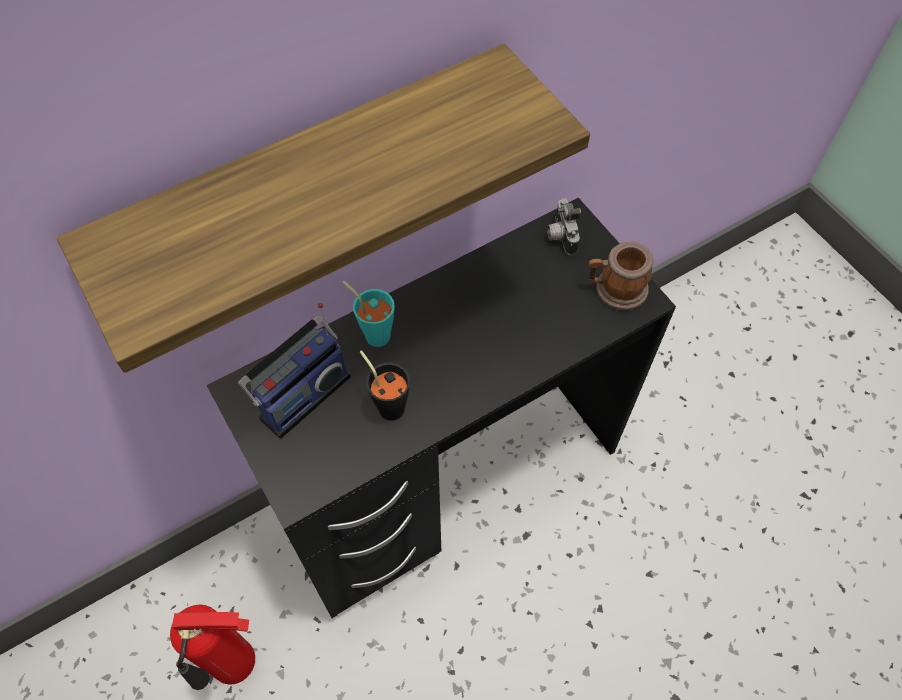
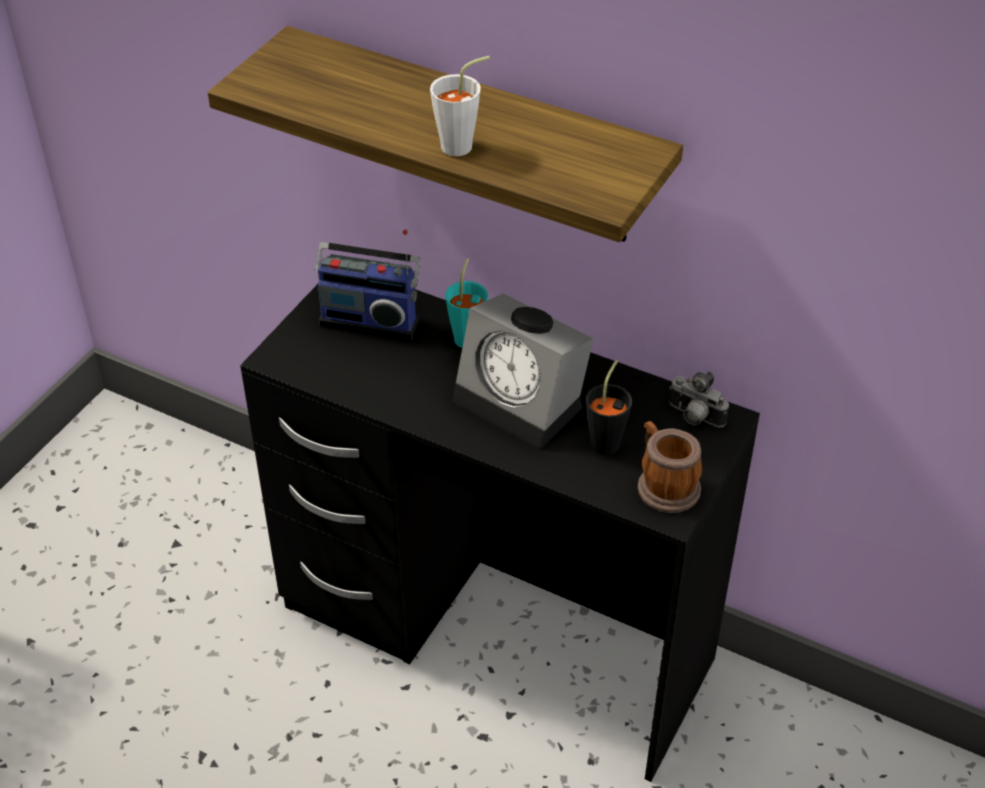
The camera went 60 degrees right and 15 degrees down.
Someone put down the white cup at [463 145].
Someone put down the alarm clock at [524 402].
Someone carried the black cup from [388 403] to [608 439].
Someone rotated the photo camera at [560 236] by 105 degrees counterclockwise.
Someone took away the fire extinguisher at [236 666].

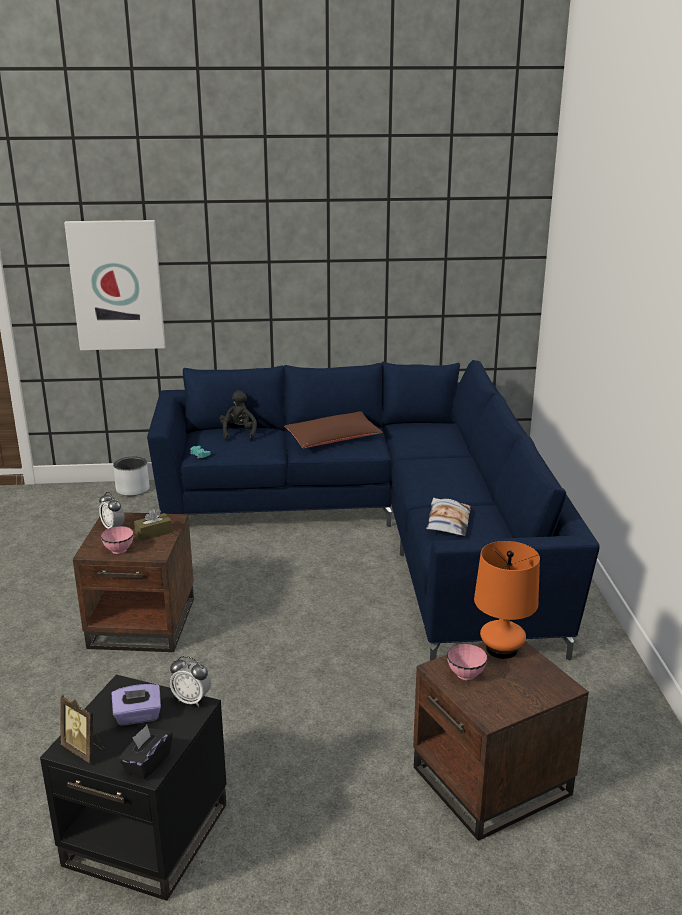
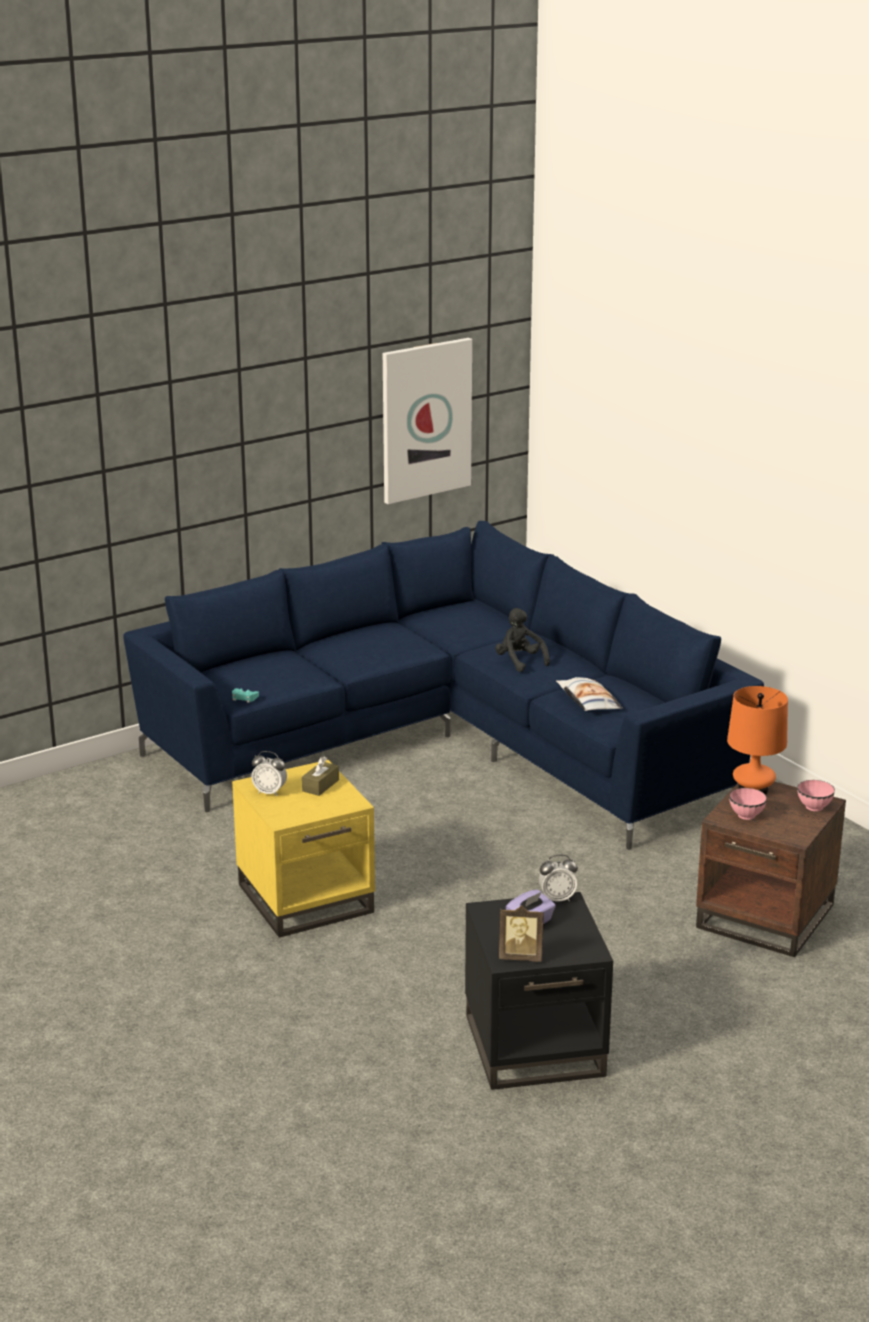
The camera went 30 degrees left and 0 degrees up.
Someone repainted the brown side table at [143 623], which became the yellow side table at [306 898].
Someone carried the picture from [117 285] to [425 420].
Someone carried the black plush toy from [238 433] to [520 661].
Someone carried the pink bowl from [119 550] to [814 807].
Someone took away the grey planter at [133 489].
Someone took away the black tissue box at [147 763].
Someone took away the brown pillow at [333 439].

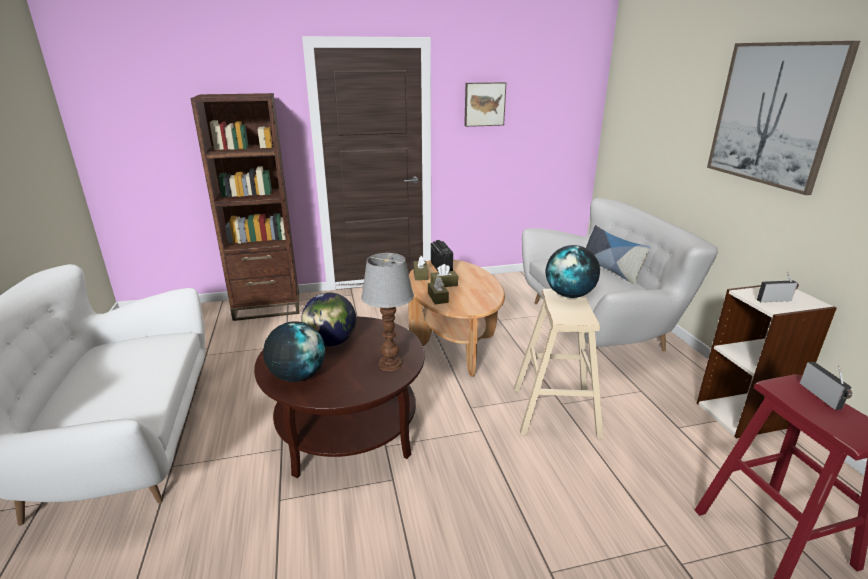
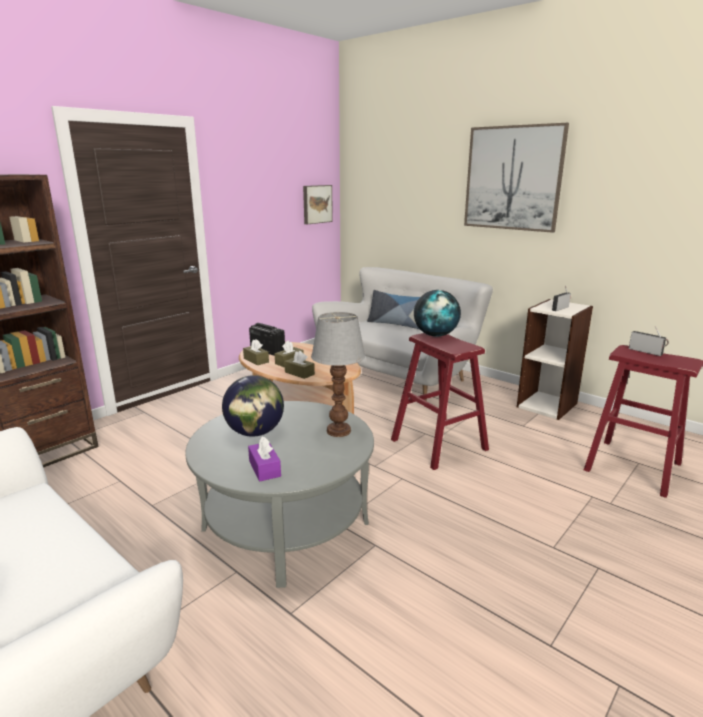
The camera went 35 degrees left and 5 degrees down.
Someone repainted the brown coffee table at [347 429], which became the grey coffee table at [285 525].
Someone swapped the globe at [298 376] for the purple tissue box at [264 468].
Someone carried the picture from [484 104] to [316 204].
Someone repainted the beige stool at [555 411], which became the red stool at [439 444].

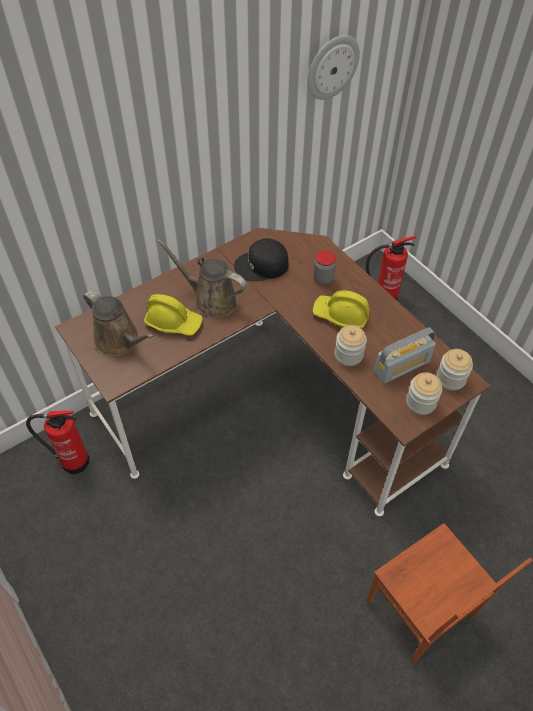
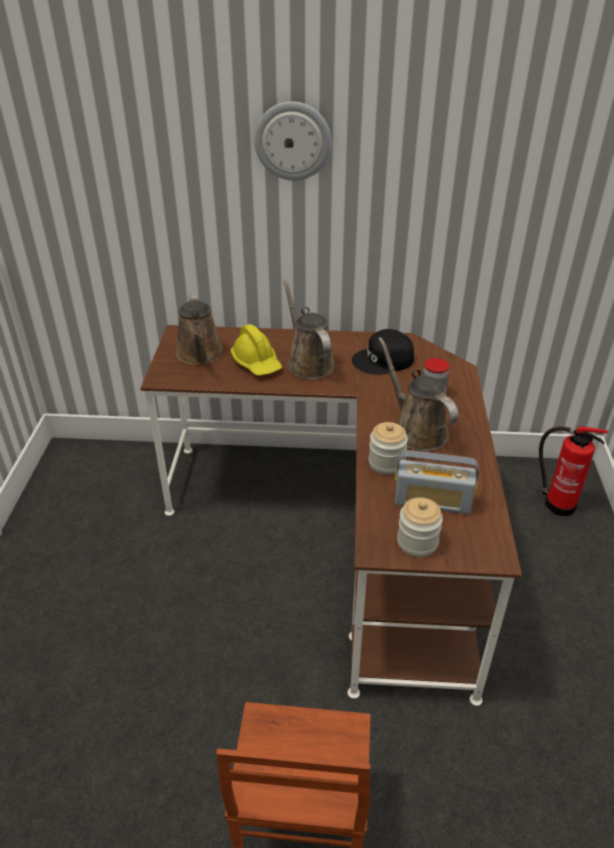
The camera went 40 degrees right and 15 degrees down.
Someone carried the wall clock from [332 67] to [293 141].
Someone rotated the black cap at [262 265] by 45 degrees counterclockwise.
Someone swapped the yellow hard hat at [341 315] for the brown watering can at [416 430].
Someone took away the fire extinguisher at [72 460].
Someone took away the jar at [450 378].

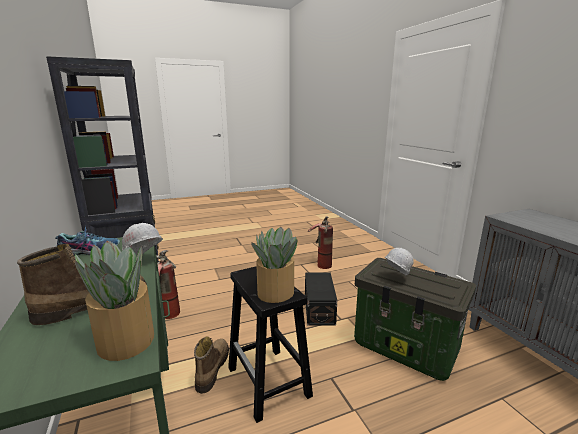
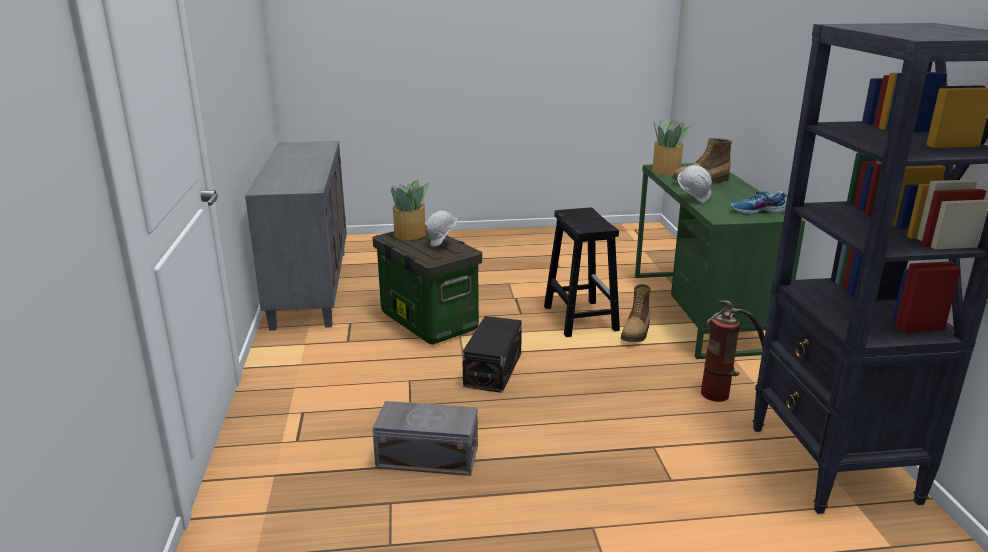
The camera went 165 degrees left and 5 degrees up.
Someone swapped the fire extinguisher at [321 263] for the grey storage box at [426 456].
Someone carried the potted plant from [275 293] to [410 234].

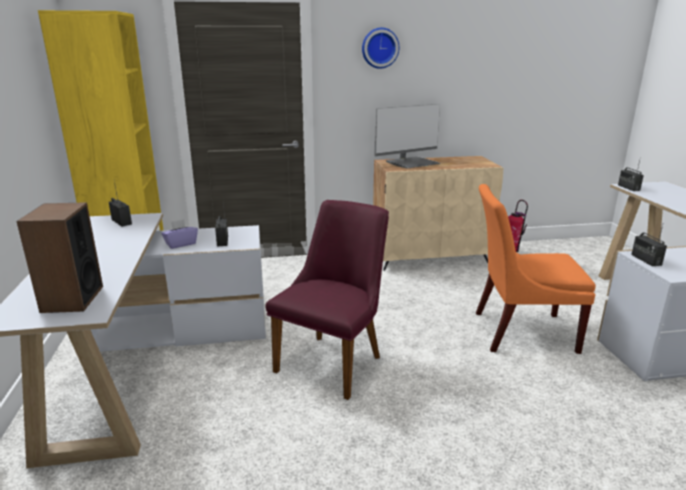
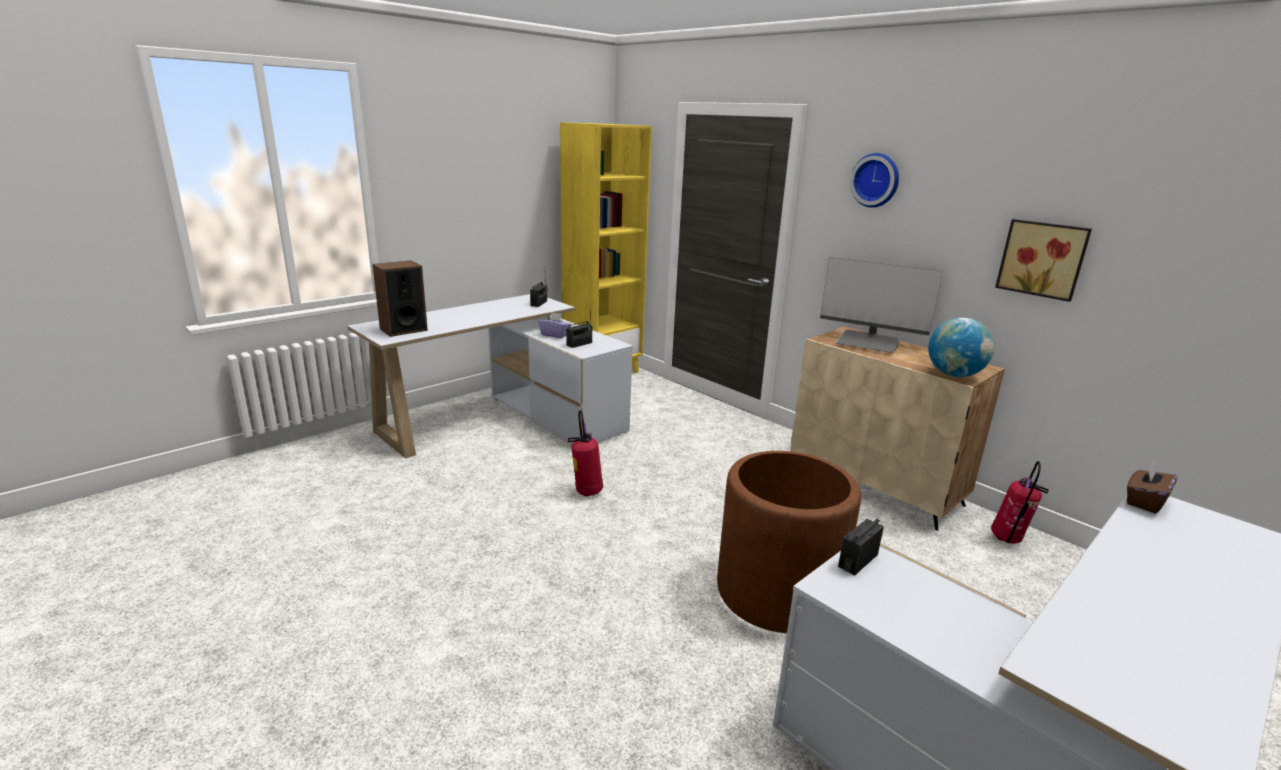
The camera went 55 degrees right and 0 degrees up.
Someone swapped the purple chair at [335 359] for the fire extinguisher at [586 492].
Someone swapped the orange chair at [519 331] for the brown planter at [777 591].
Someone put down the globe at [954 375].
Someone put up the picture at [1042 259].
Someone swapped the radio at [628 188] for the brown tissue box at [1144 501].

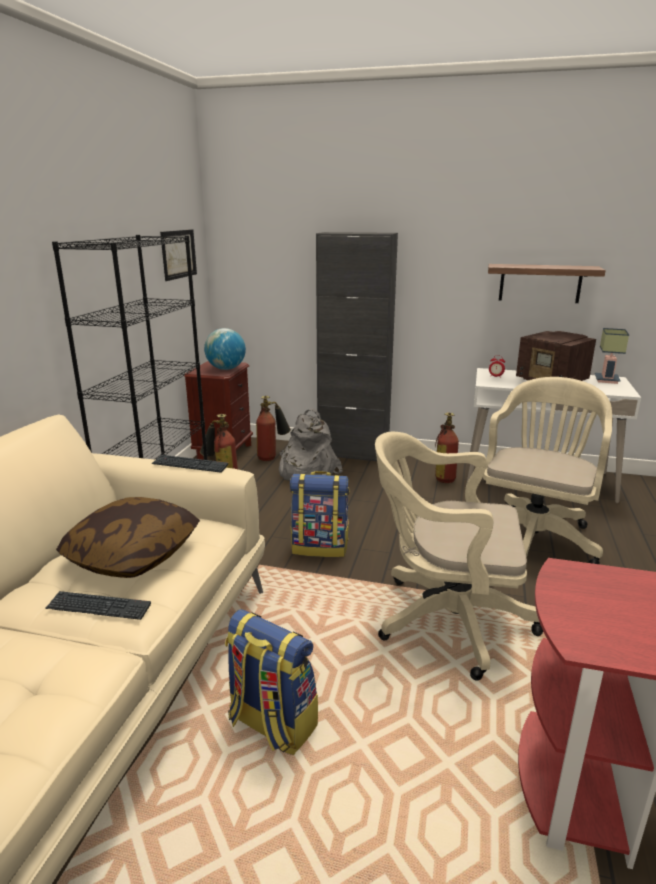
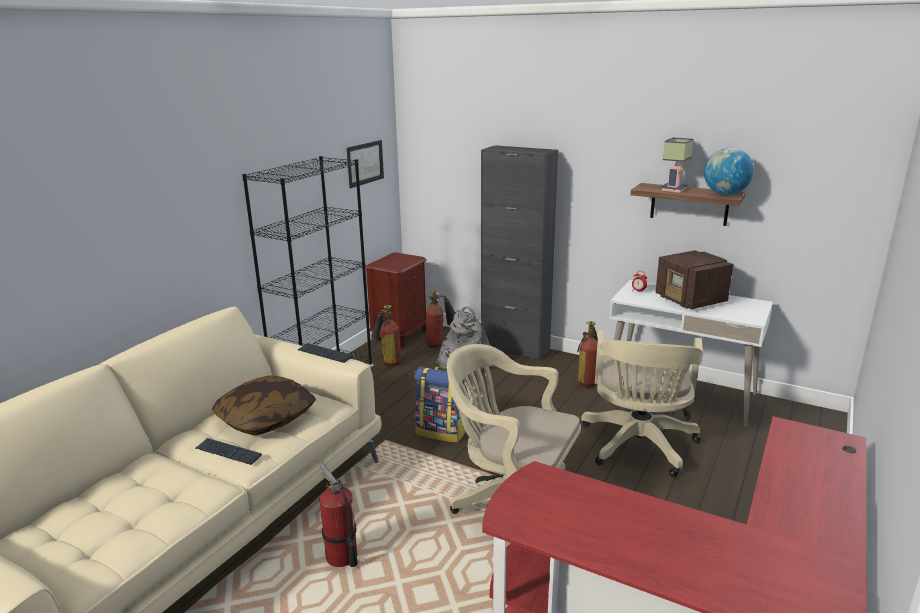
The camera went 15 degrees right and 0 degrees up.
Someone swapped the backpack at [271 724] for the fire extinguisher at [341 557].
Someone rotated the beige office chair at [534 536] by 150 degrees clockwise.
Someone carried the table lamp from [605 379] to [672 189].
Someone carried the globe from [226 369] to [725 194].

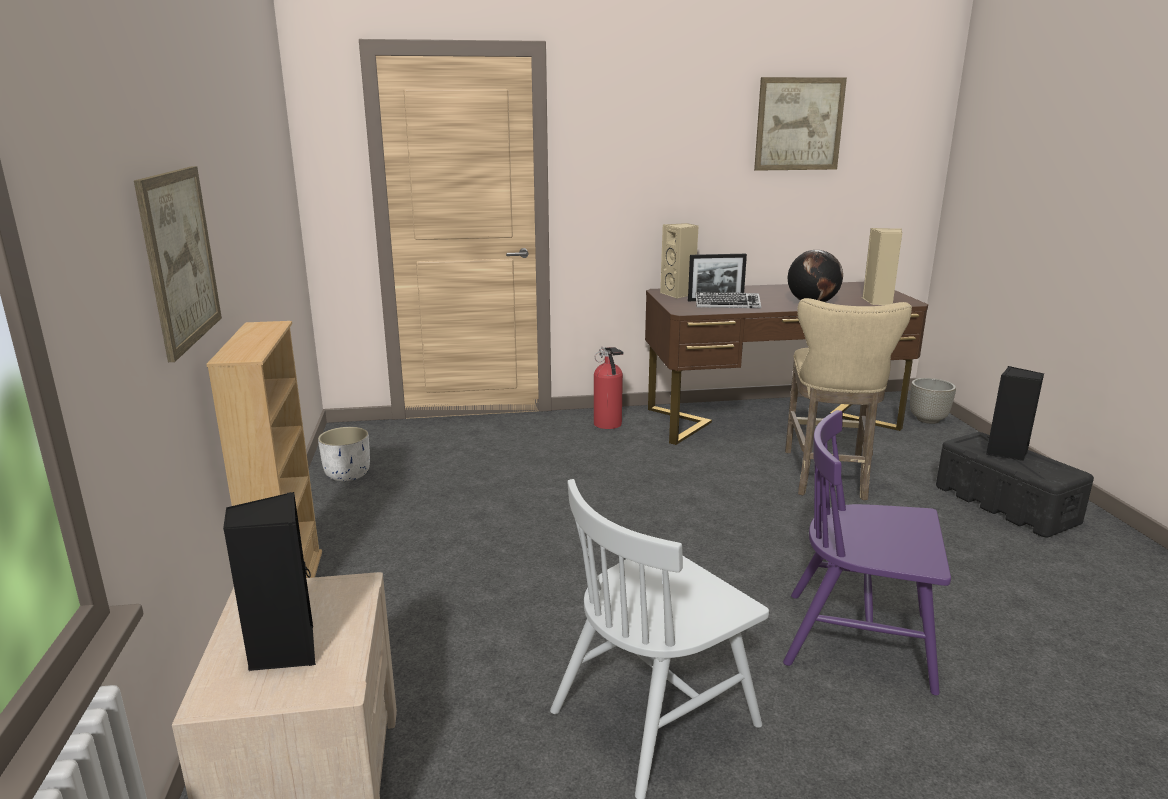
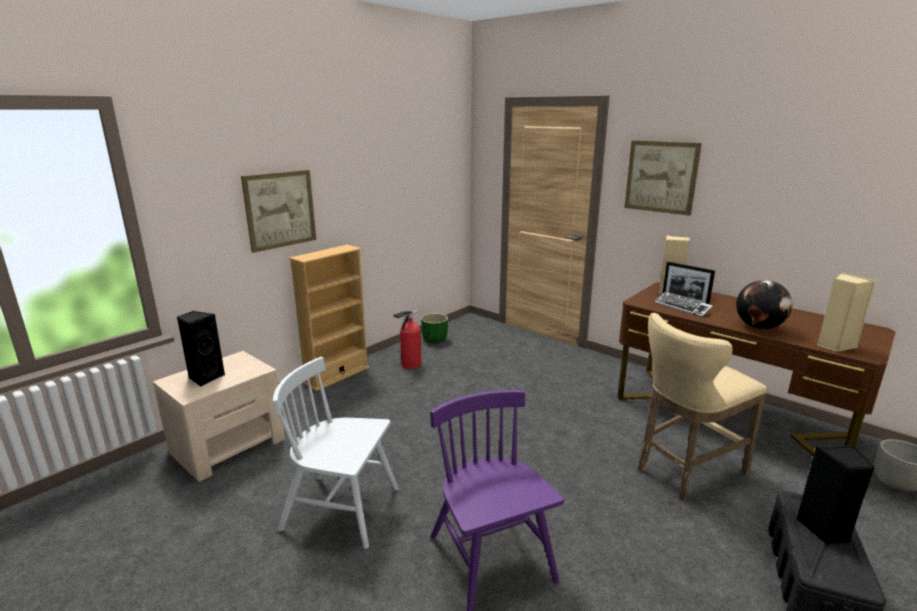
The camera went 50 degrees right and 0 degrees up.
Someone carried the fire extinguisher from [608 425] to [409 365].
Someone repainted the white planter at [348 474], which became the green planter at [435 339].
Someone carried the picture from [799 124] to [661 177].

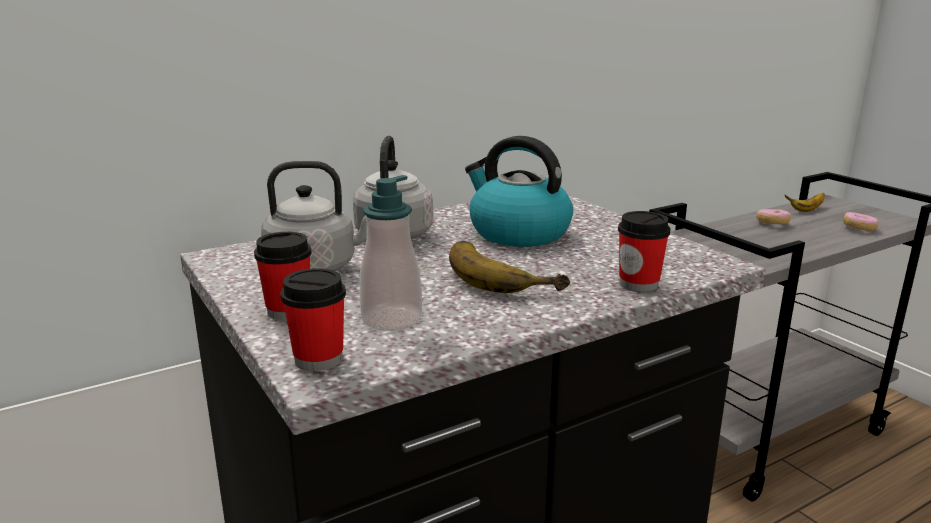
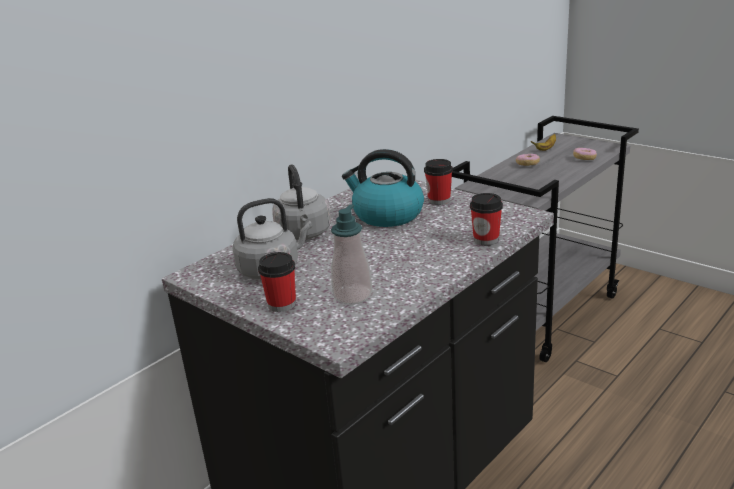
The camera went 15 degrees left and 5 degrees up.
Someone carried the cup from [318 359] to [439 200].
Someone took away the banana at [504 275].

